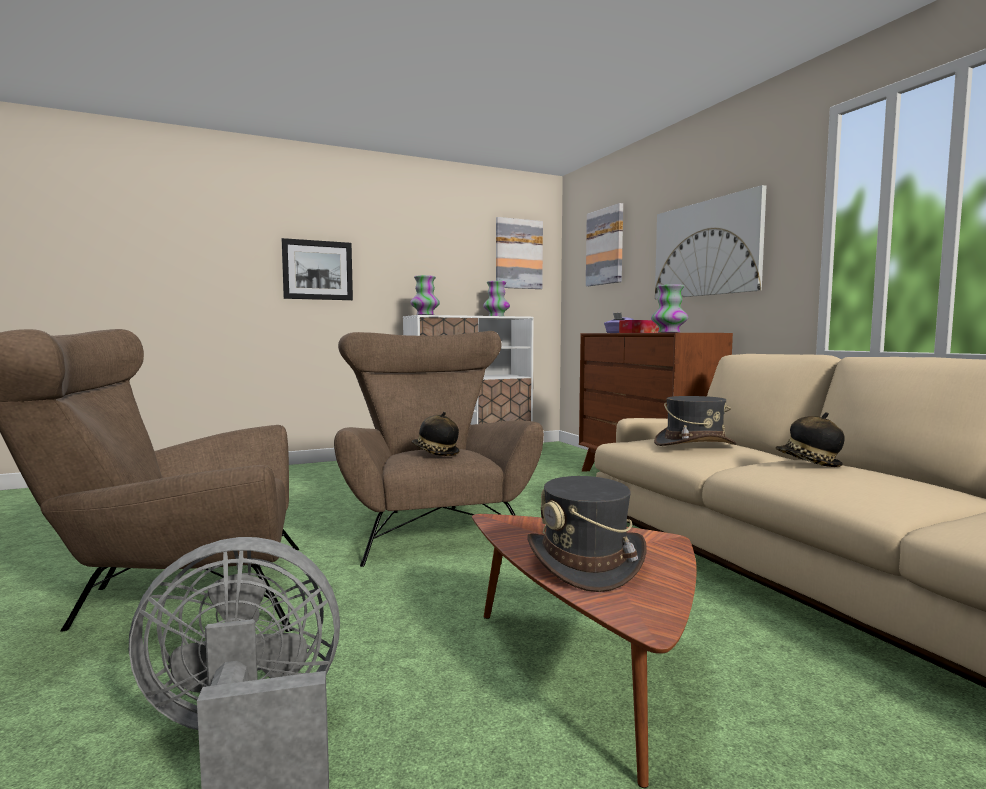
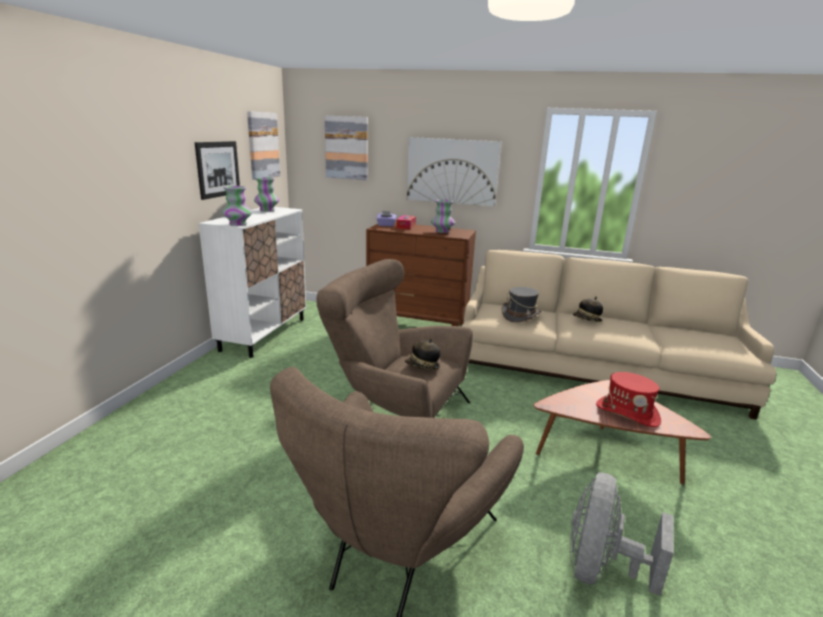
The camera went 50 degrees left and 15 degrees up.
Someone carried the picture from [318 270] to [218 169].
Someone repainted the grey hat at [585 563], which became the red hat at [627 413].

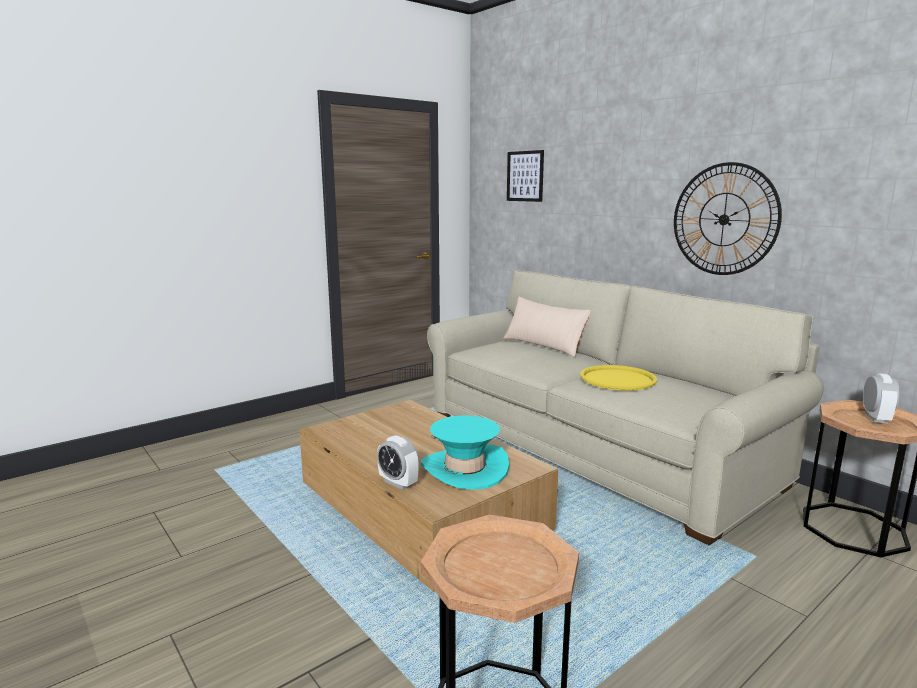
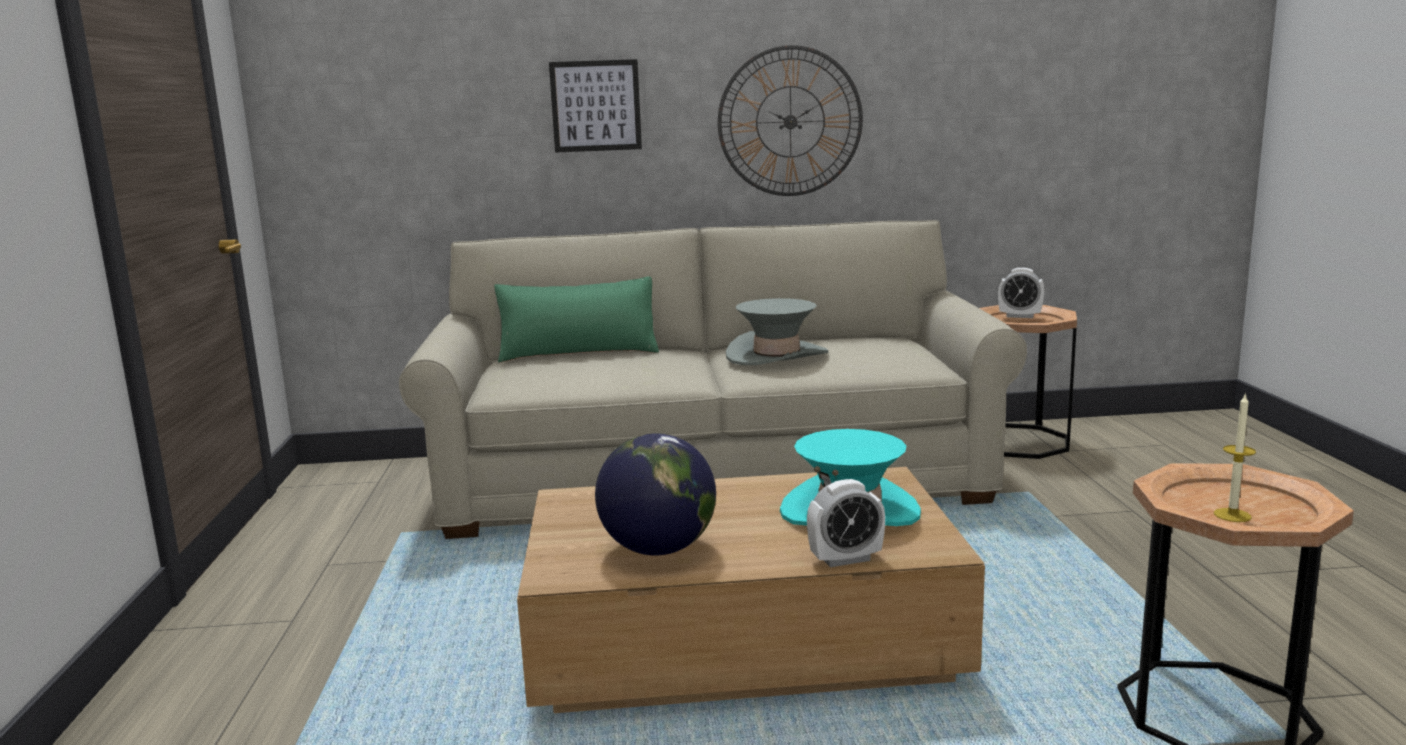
The camera went 55 degrees left and 0 degrees up.
Someone repainted the beige pillow at [544 345], which became the green pillow at [578 353].
Someone carried the picture from [525 176] to [596 106].
Someone put down the globe at [659 549].
Someone swapped the yellow tray at [618 379] for the grey hat at [776 355].
Someone rotated the alarm clock at [876 418] by 150 degrees clockwise.
Someone put down the candle at [1232 515].

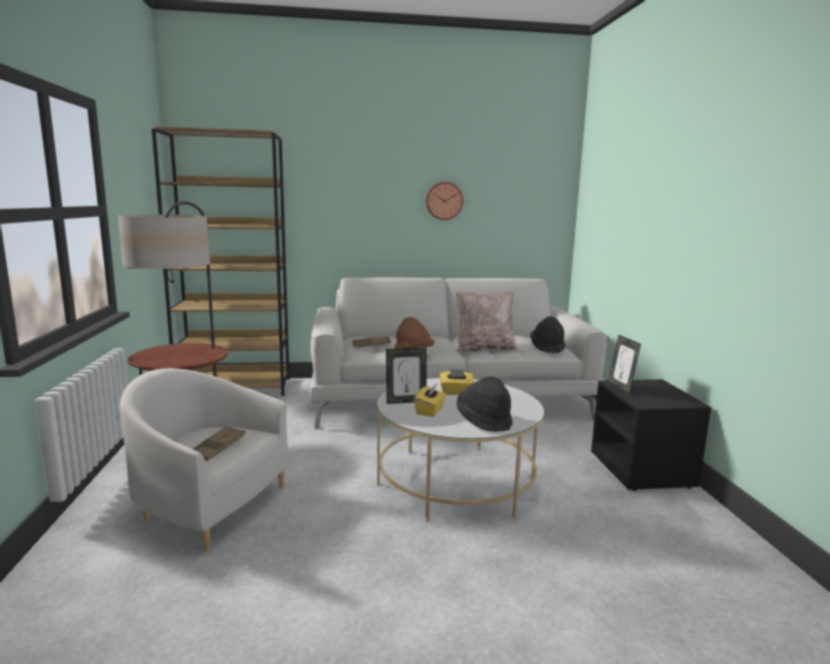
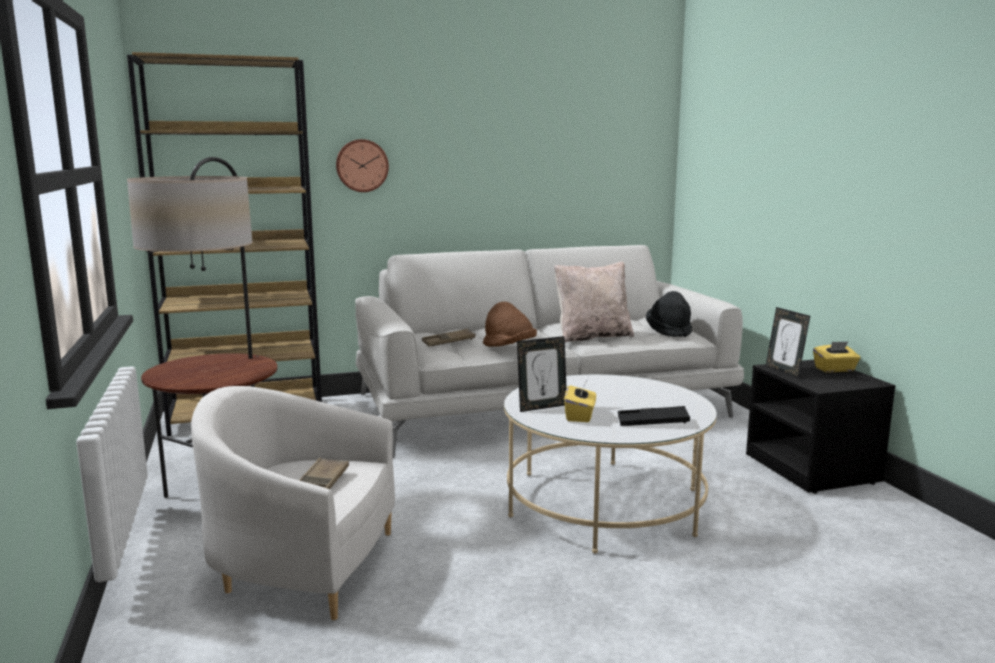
The camera went 10 degrees left and 0 degrees up.
Someone carried the wall clock from [444 201] to [362 165].
Someone swapped the black hat at [484 421] for the black tray at [652 422].
Someone carried the yellow tissue box from [456 392] to [835 369].

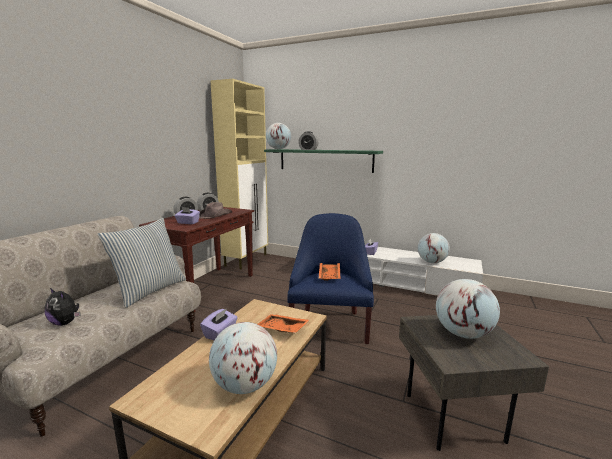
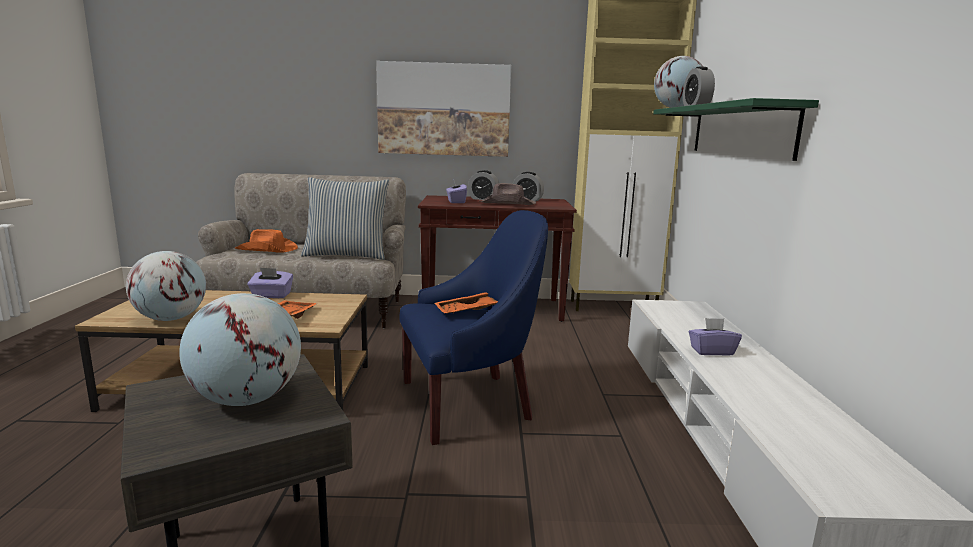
The camera went 65 degrees right and 0 degrees up.
Someone swapped the plush toy at [65 323] for the orange hat at [267 250].
Someone put up the picture at [444 109].
Someone took away the globe at [432 262].

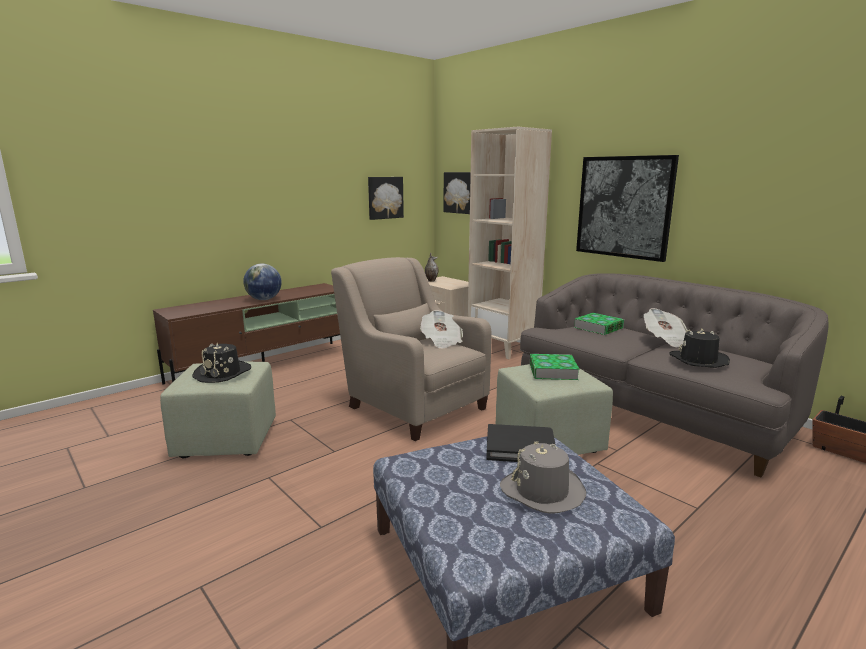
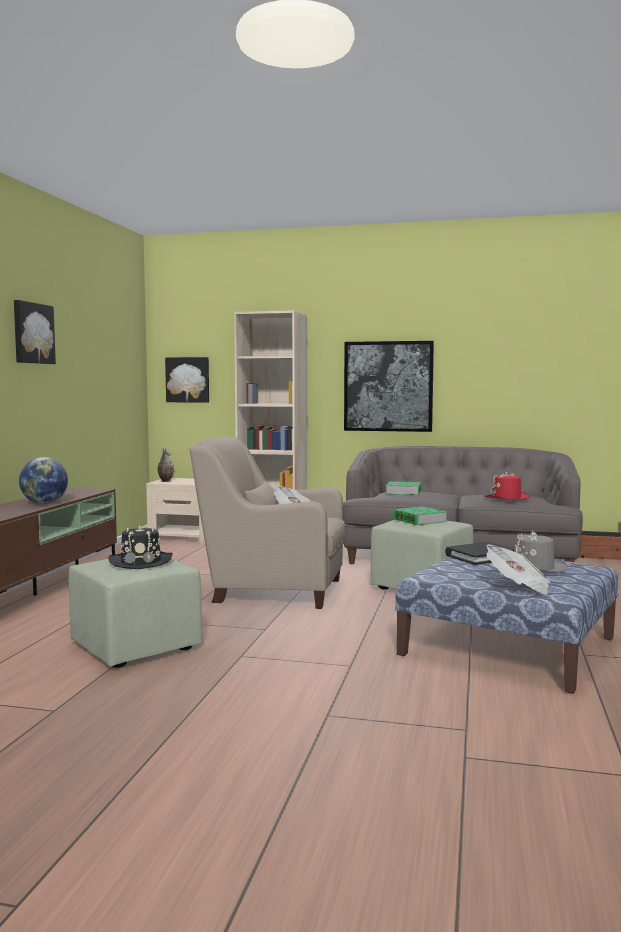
The camera went 35 degrees left and 10 degrees down.
Someone carried the picture from [385 197] to [32 333].
Someone repainted the black hat at [698 360], which became the red hat at [507 498].
Someone carried the newspaper from [665 340] to [518 587].

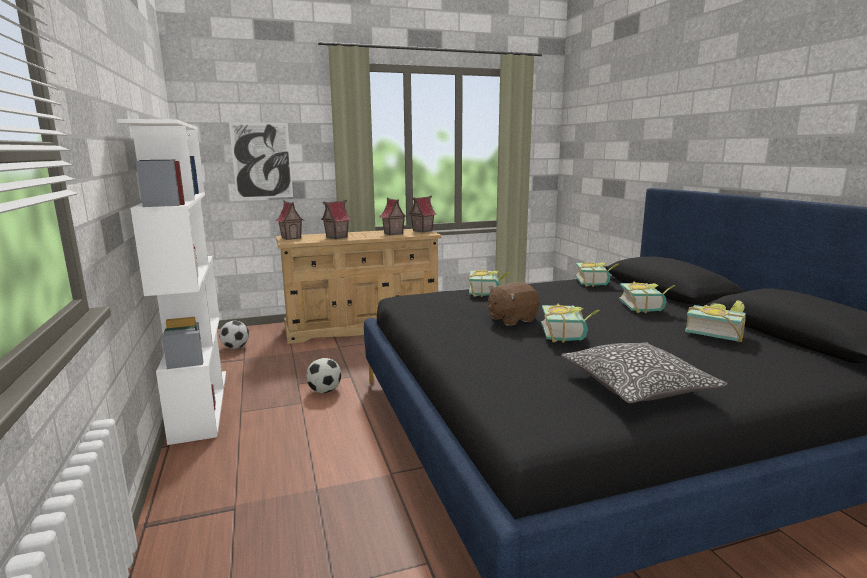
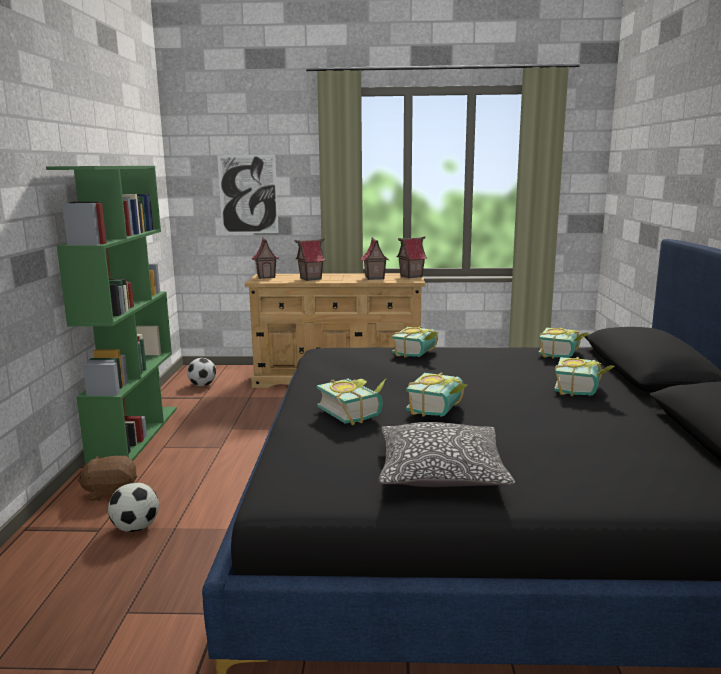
The camera went 20 degrees right and 0 degrees up.
Someone repainted the white bookcase at [199 404], which became the green bookcase at [135 434].
Someone carried the brown plush toy from [511 319] to [111 492].
Someone carried the football from [324 391] to [136 527].
Someone carried the book from [715 333] to [355 412].

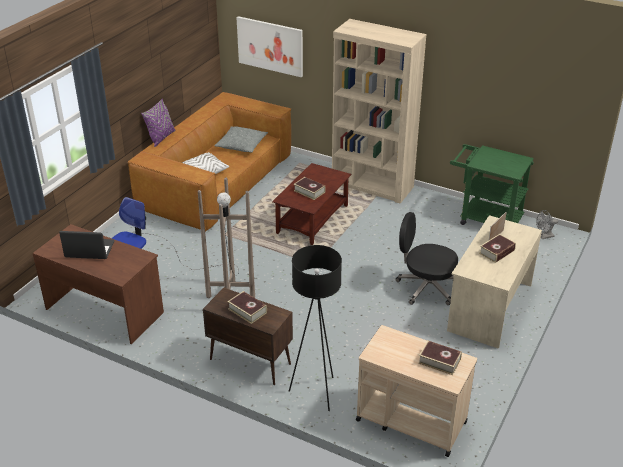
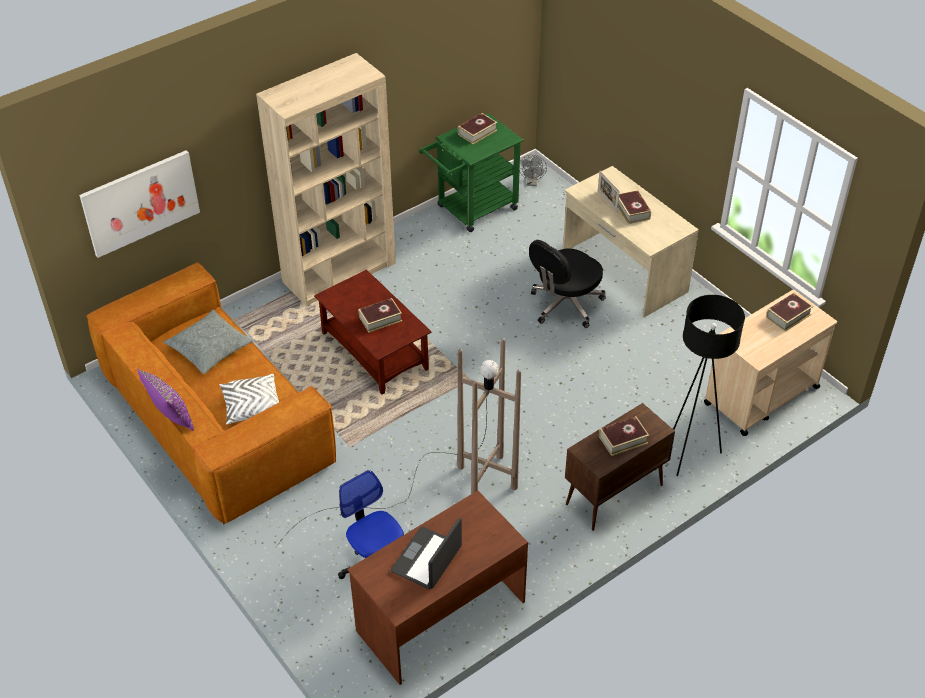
The camera went 65 degrees left and 10 degrees up.
Someone put down the book at [477 132].

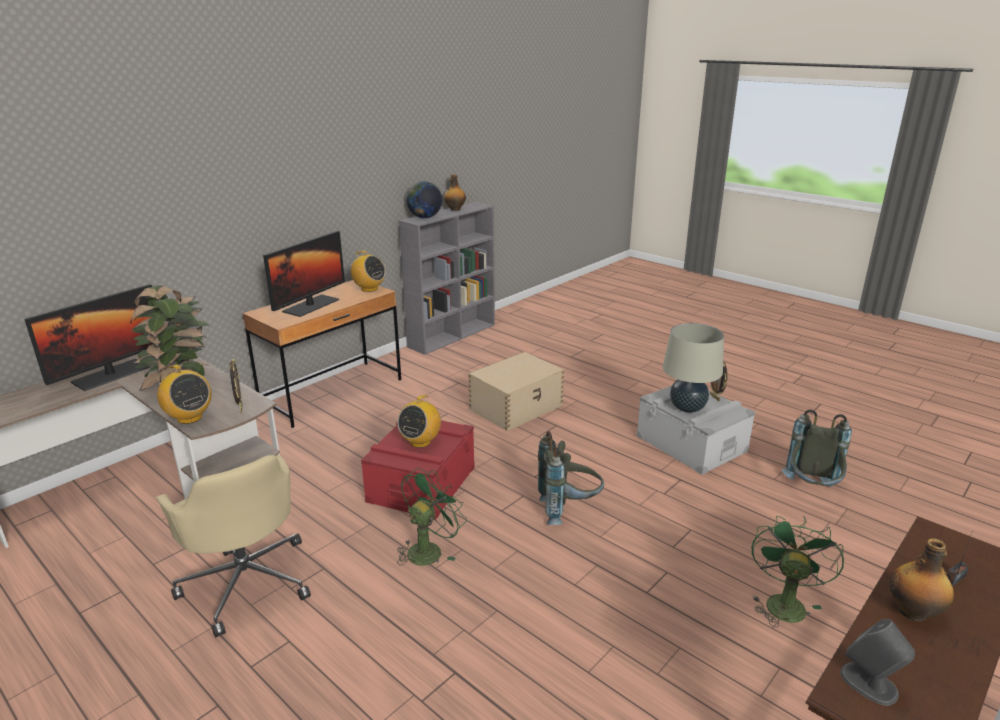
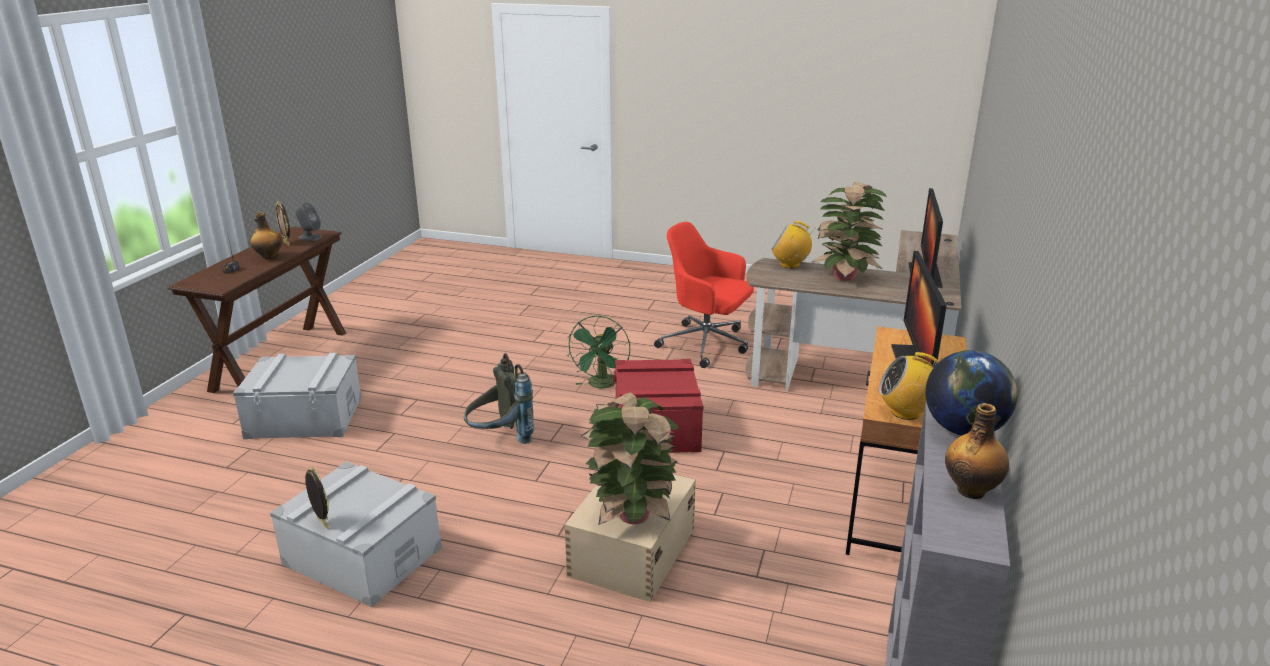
The camera went 155 degrees right and 0 degrees up.
Someone swapped the green fan at [784 602] for the grey storage box at [305 417].
Someone carried the picture frame from [240 409] to [287 243].
Someone put down the potted plant at [631 514].
Someone repainted the beige office chair at [247 581], which became the red office chair at [706 344].
Someone took away the radio at [420 442].
Someone took away the beige table lamp at [687 408].
Someone took away the grey backpack at [811 491].

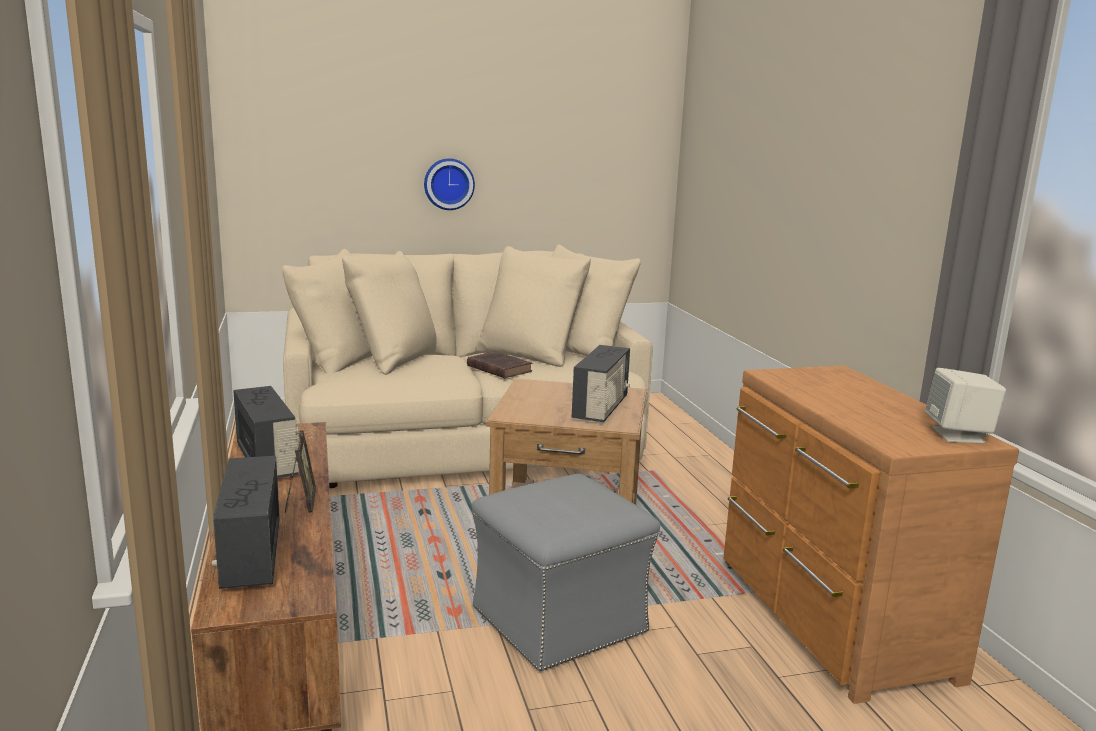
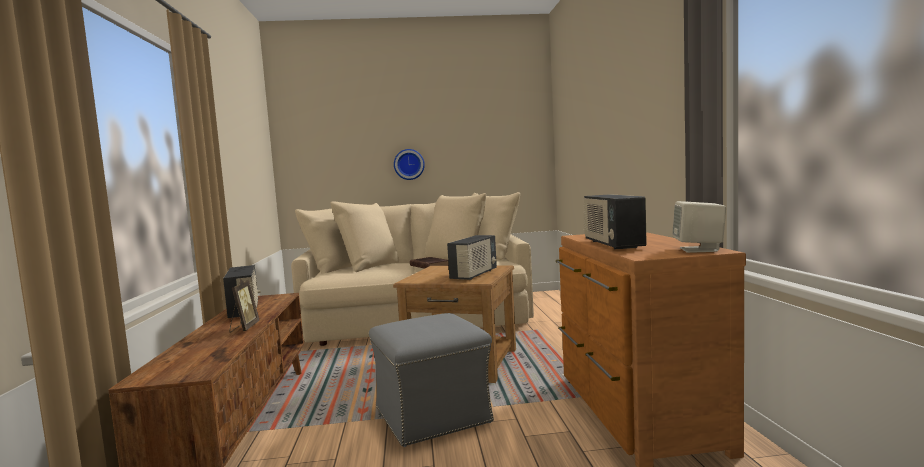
The camera went 10 degrees right and 10 degrees down.
Someone carried the radio from [250 556] to [612 244].

